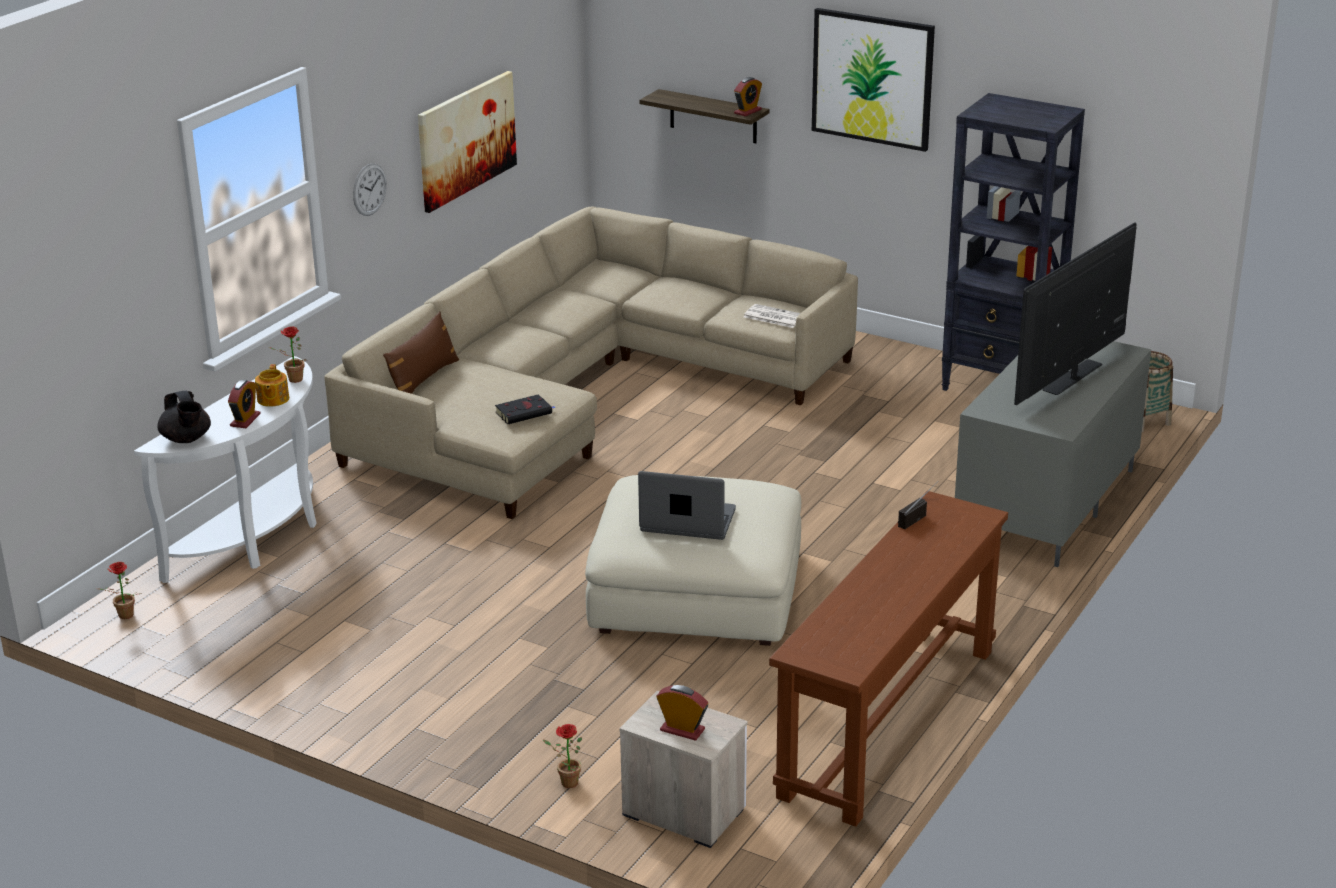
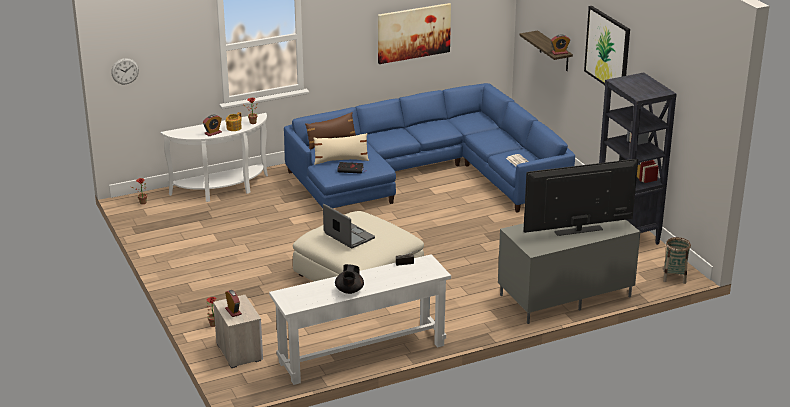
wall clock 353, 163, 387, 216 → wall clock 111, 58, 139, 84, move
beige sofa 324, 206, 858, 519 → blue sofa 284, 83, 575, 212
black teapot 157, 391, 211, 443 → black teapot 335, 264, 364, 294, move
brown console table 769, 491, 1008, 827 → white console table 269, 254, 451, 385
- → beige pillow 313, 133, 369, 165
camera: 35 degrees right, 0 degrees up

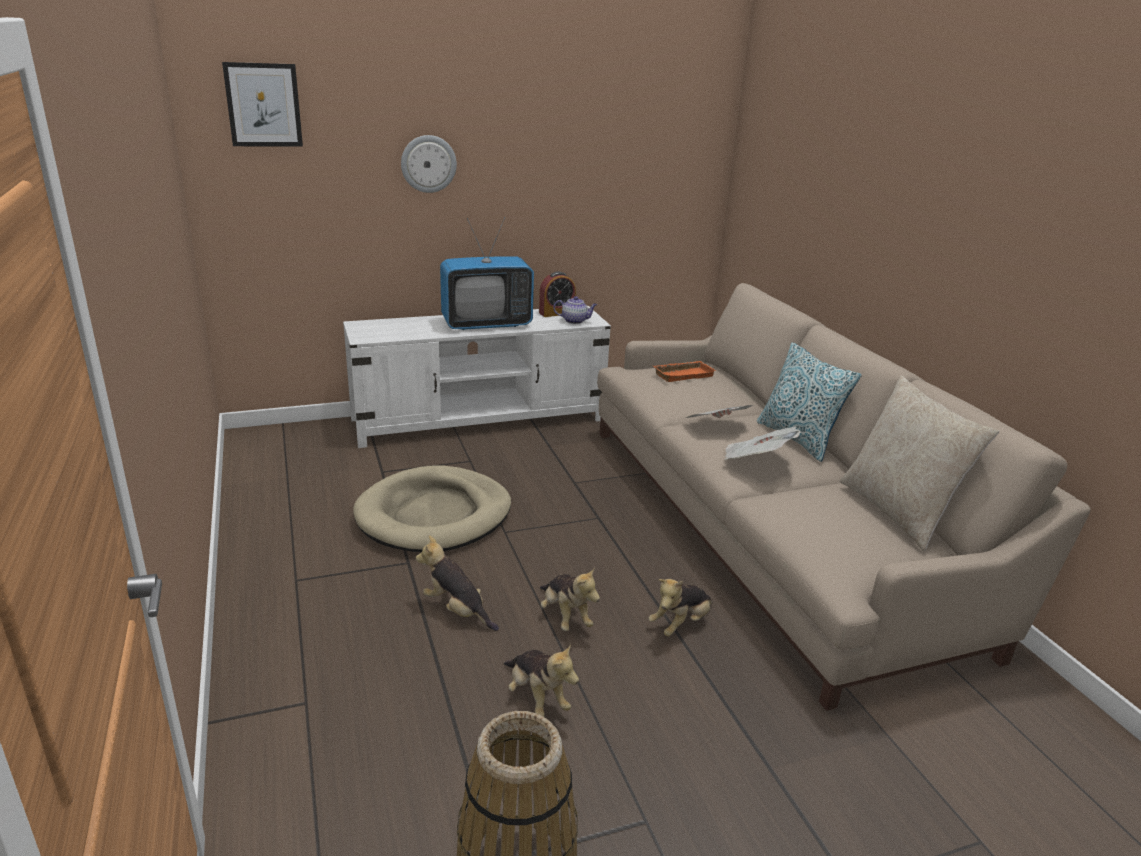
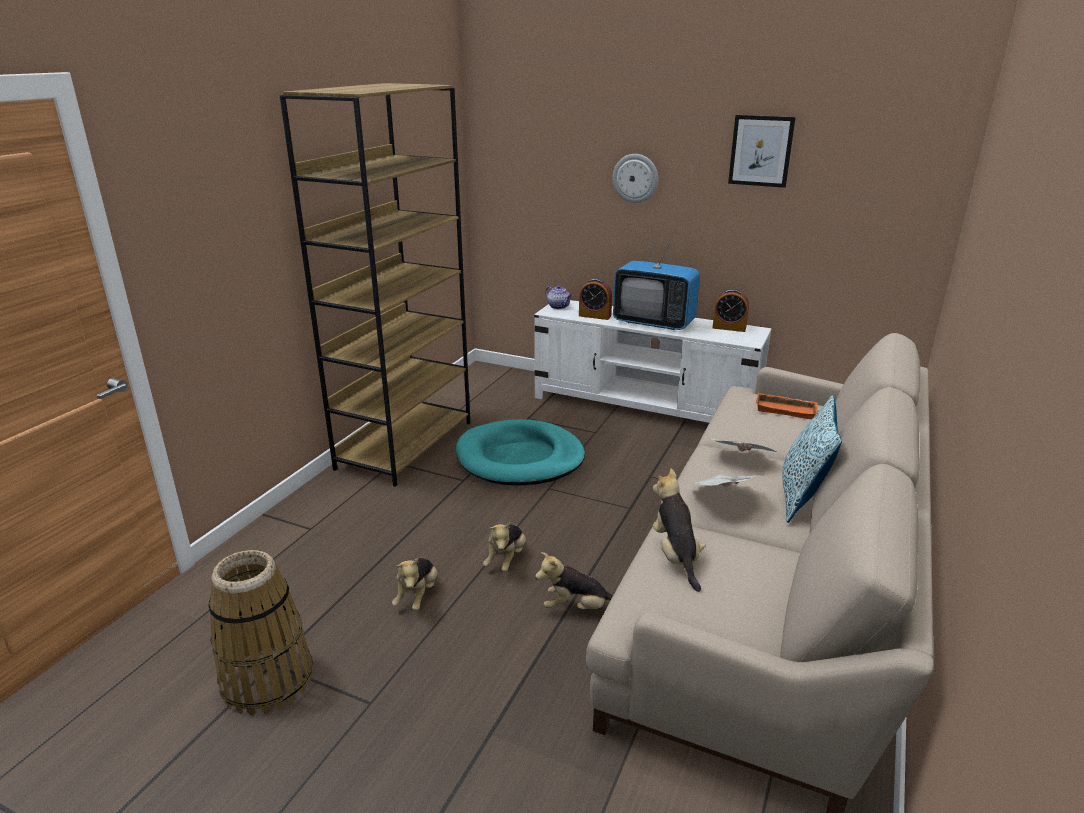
picture 222, 62, 303, 146 → picture 728, 115, 796, 188, move
teapot 553, 296, 597, 324 → teapot 545, 285, 572, 309, move
beige pillow 840, 376, 999, 551 → -
beige dog bed 353, 465, 511, 552 → turquoise dog bed 456, 419, 585, 485
plush toy 416, 535, 499, 631 → plush toy 653, 468, 706, 592, move
- → brown bookcase 279, 83, 470, 487
- → alarm clock 579, 278, 612, 320
camera: 45 degrees right, 0 degrees up

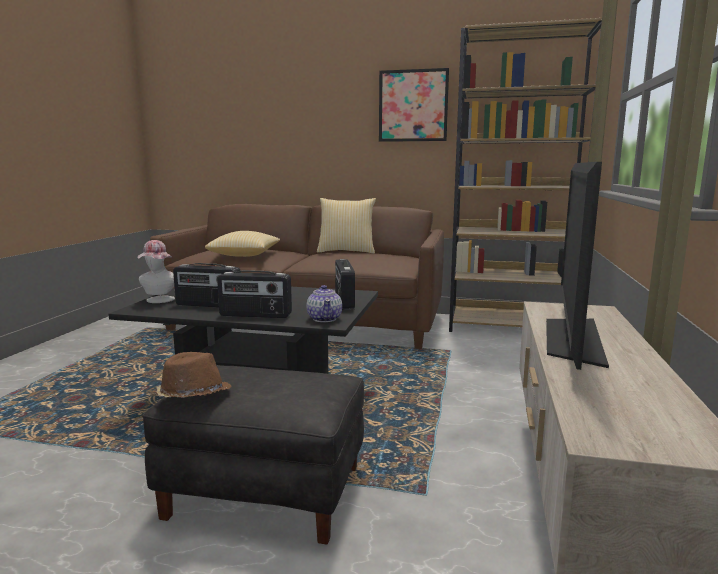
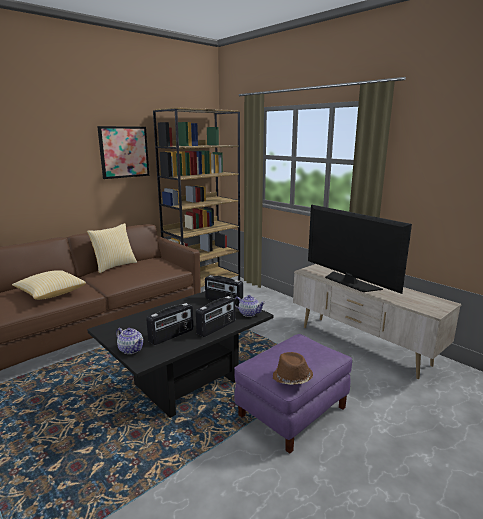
hat 138, 240, 175, 303 → teapot 116, 328, 144, 354
black ottoman 142, 365, 364, 544 → purple ottoman 234, 334, 352, 454
camera: 55 degrees left, 5 degrees up

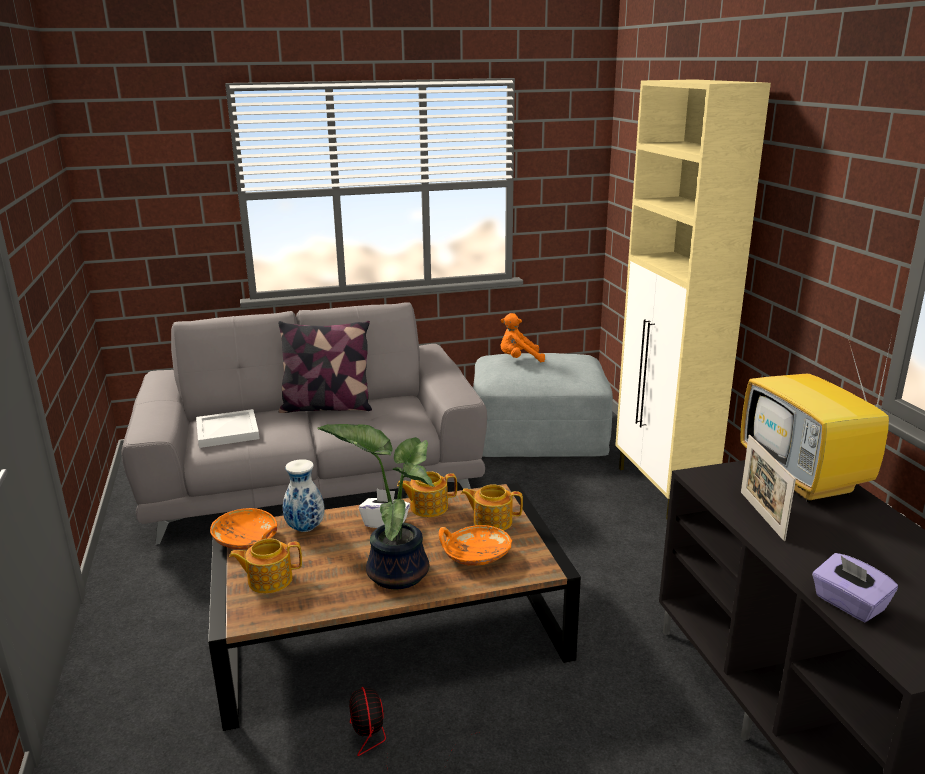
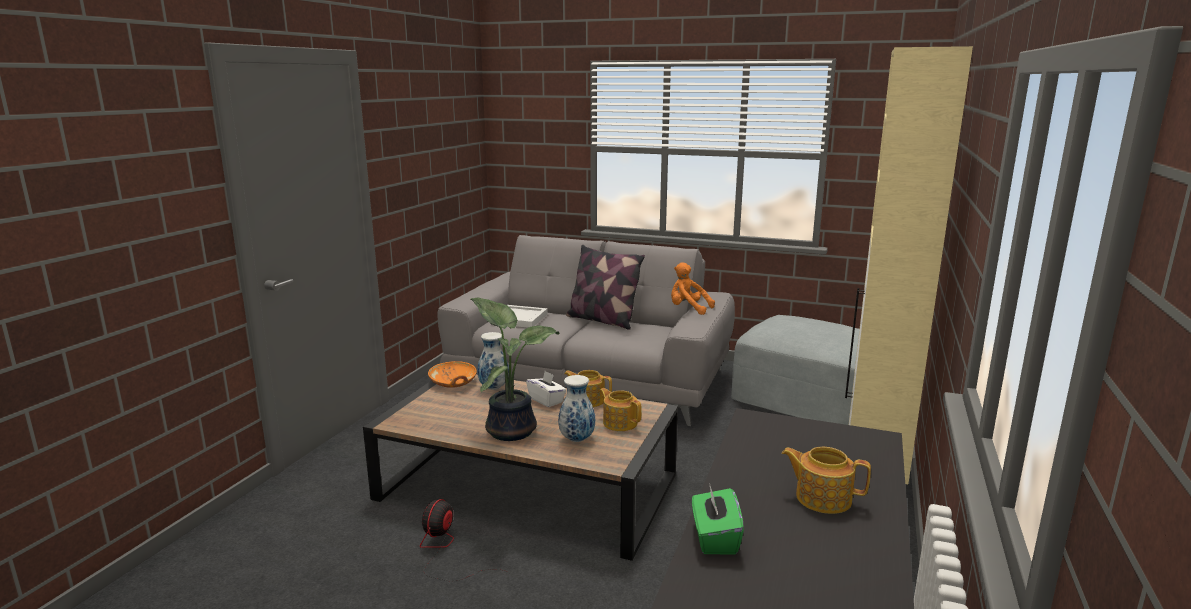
orange plush toy 500, 313, 545, 363 → orange plush toy 671, 262, 715, 315, move
television 740, 335, 892, 502 → -
picture frame 741, 435, 796, 541 → -
orange bowl 439, 525, 512, 566 → vase 558, 375, 595, 442
teapot 229, 539, 302, 593 → teapot 782, 447, 871, 514, move
purple tissue box 812, 553, 898, 623 → green tissue box 692, 486, 744, 555
camera: 35 degrees right, 5 degrees down

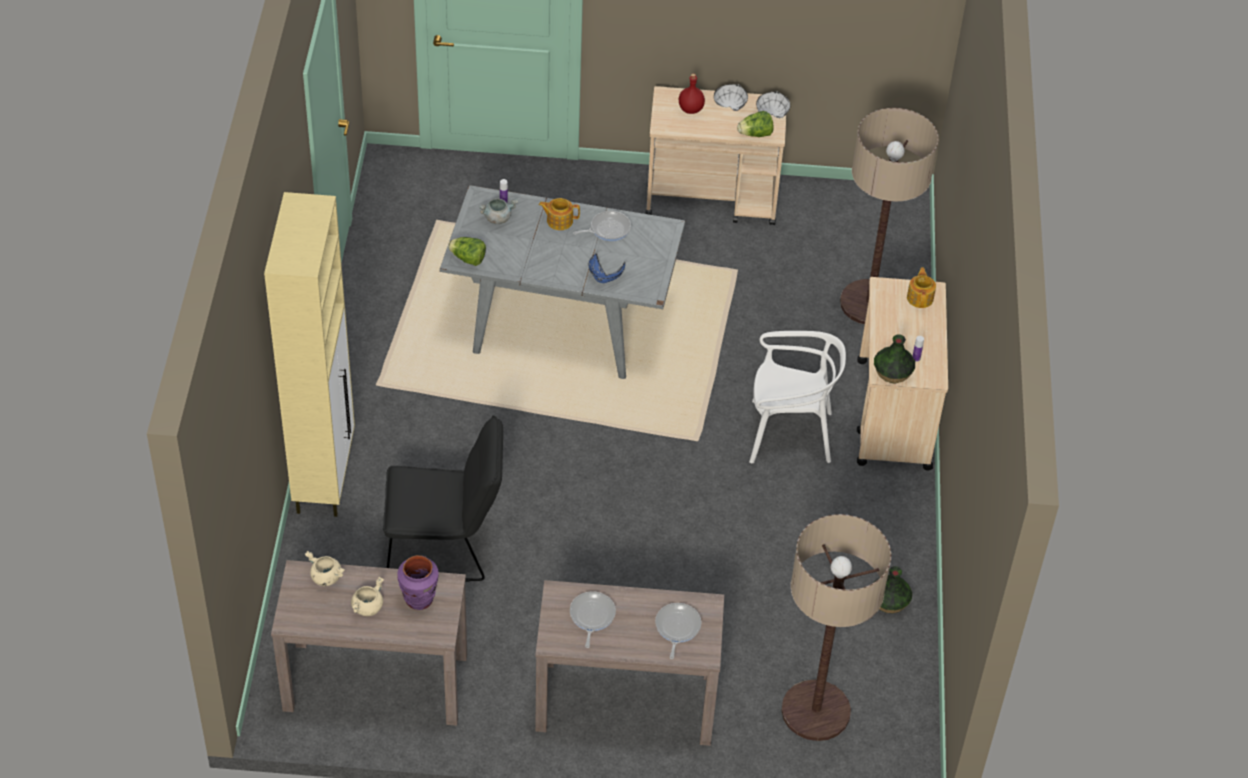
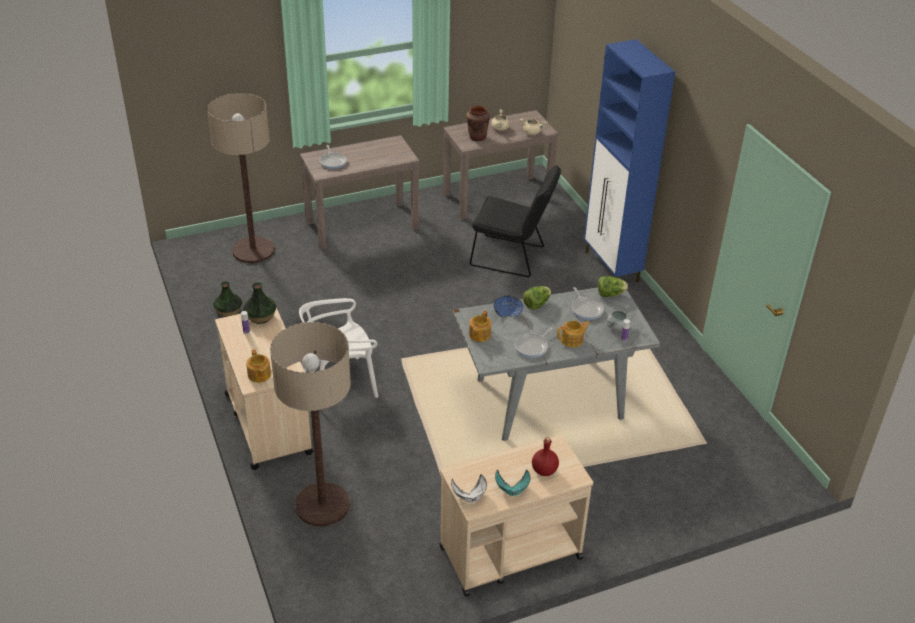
white bowl 714, 84, 748, 111 → turquoise bowl 495, 470, 530, 496
lettuce 737, 111, 773, 137 → lettuce 523, 286, 551, 310, move
beige cabinet 264, 192, 355, 517 → blue cabinet 584, 39, 675, 283
black chair 383, 416, 503, 582 → black chair 470, 165, 561, 277, 135 degrees counterclockwise
purple vase 397, 555, 439, 610 → brown vase 466, 106, 490, 141
frying pan 570, 592, 616, 648 → frying pan 571, 287, 604, 320, move
- → teapot 469, 311, 491, 342
camera: 155 degrees right, 10 degrees down

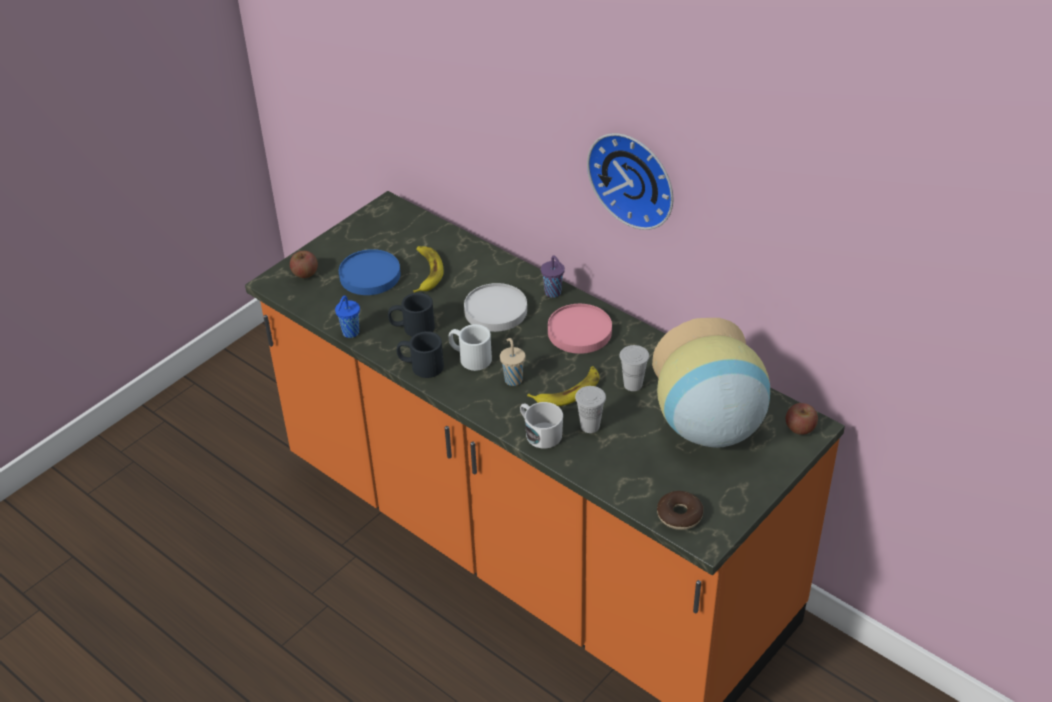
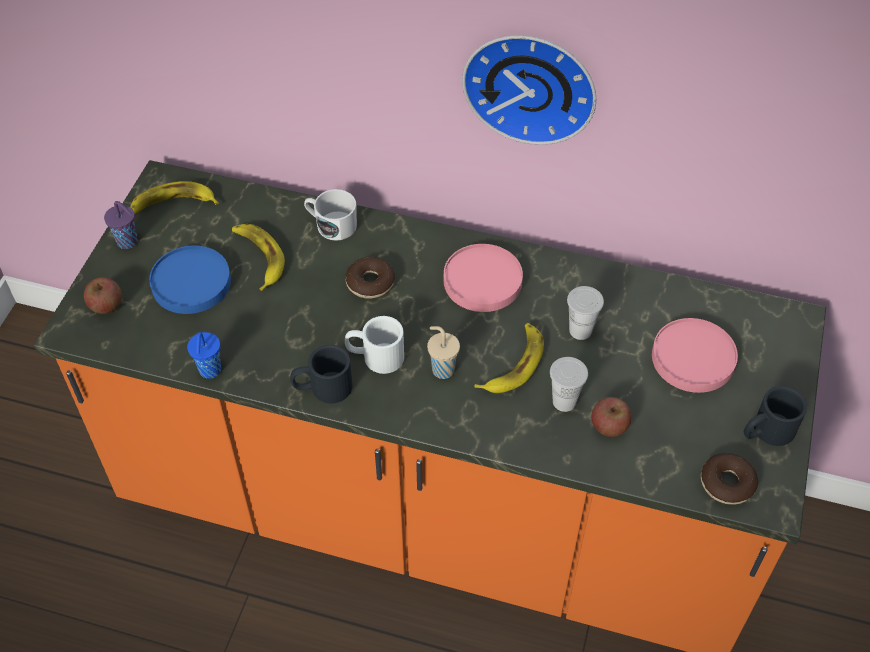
purple cup 541, 255, 565, 298 → purple cup 104, 201, 138, 249, move
white plate 464, 283, 527, 332 → donut 345, 257, 395, 299
black mug 388, 293, 435, 337 → black mug 744, 386, 807, 446, move
vase 652, 318, 770, 448 → pink plate 652, 318, 738, 393
white mug 520, 402, 563, 449 → white mug 304, 189, 357, 241, move
apple 786, 403, 818, 435 → apple 592, 397, 632, 437, move
- → banana 130, 181, 219, 214
camera: 25 degrees left, 10 degrees up

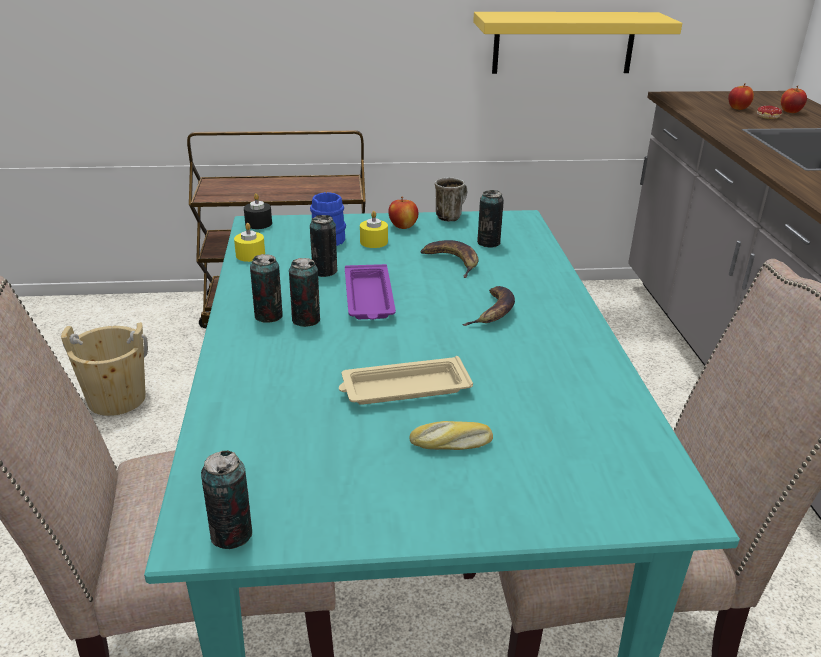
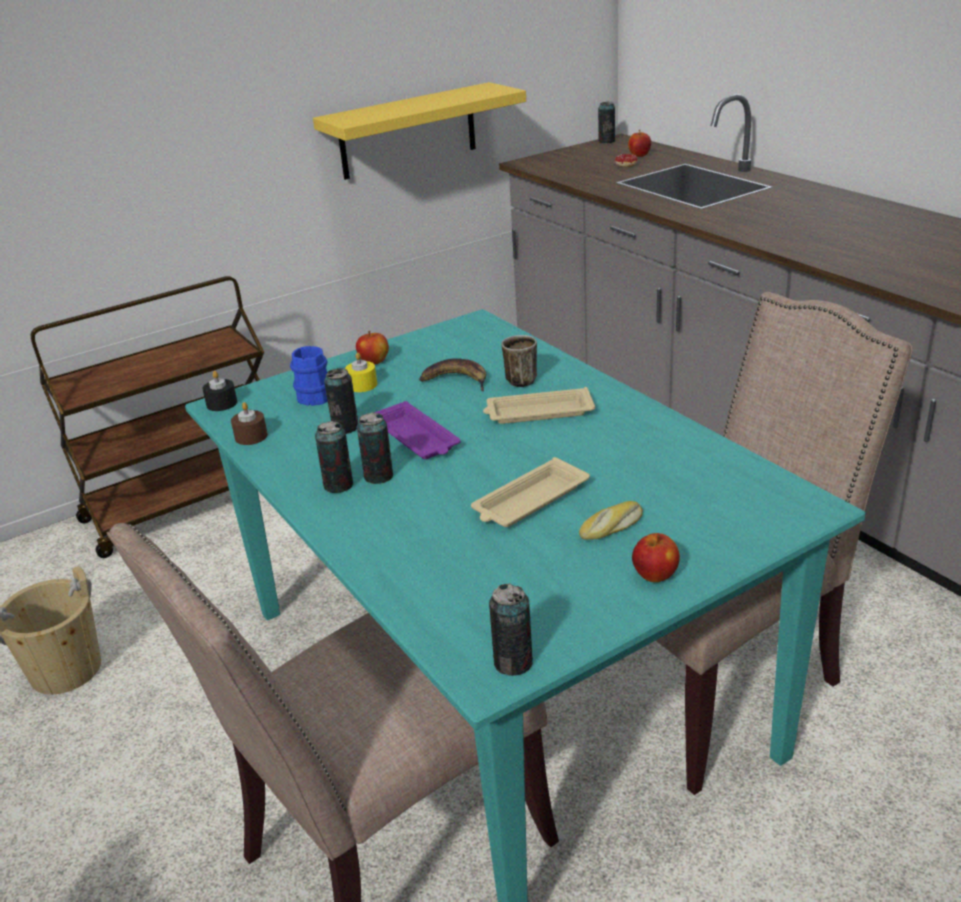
apple 728, 83, 754, 110 → apple 632, 533, 680, 582, move
mug 435, 177, 467, 221 → mug 501, 335, 537, 387, move
can 477, 190, 504, 248 → can 598, 101, 615, 144, move
yellow candle 234, 223, 265, 262 → brown candle 231, 402, 268, 445
banana 462, 286, 515, 326 → beige tray 483, 387, 595, 424
camera: 25 degrees left, 0 degrees up

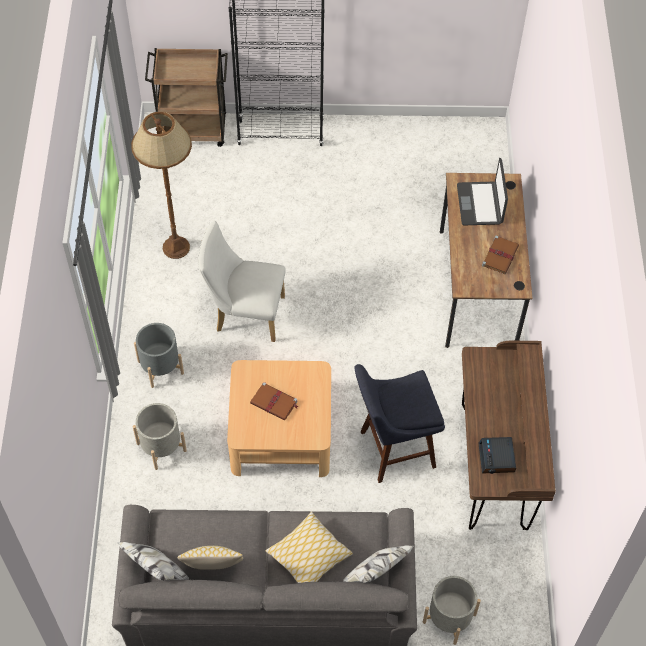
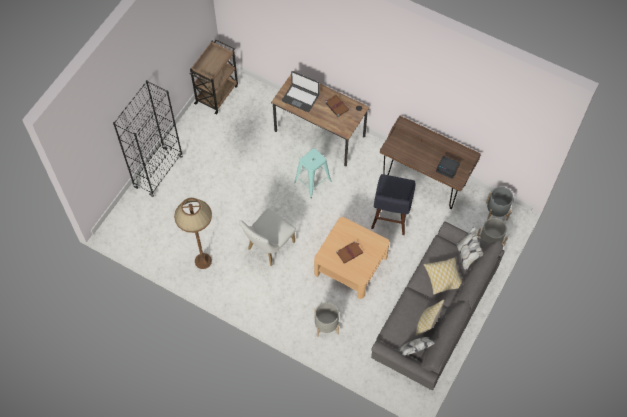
brown cart 145, 48, 228, 147 → brown cart 190, 39, 238, 115, move
grey planter 134, 323, 184, 388 → grey planter 486, 187, 513, 220, move
- → turquoise stool 294, 148, 332, 198
camera: 60 degrees left, 5 degrees up

